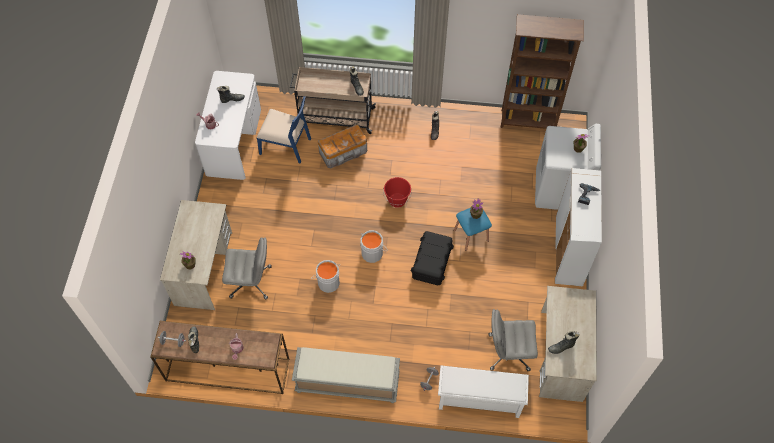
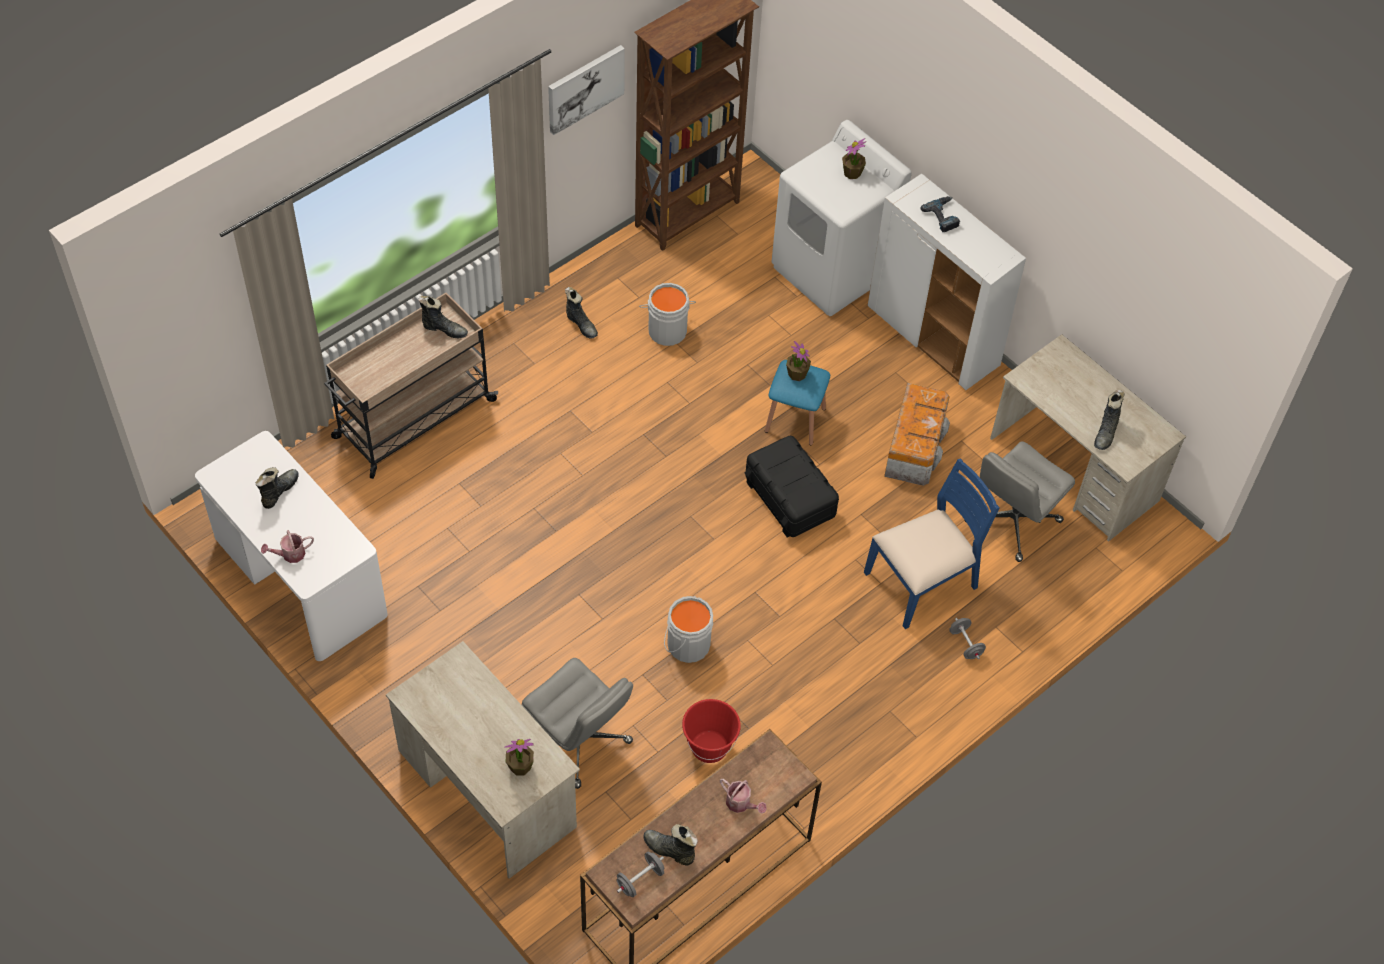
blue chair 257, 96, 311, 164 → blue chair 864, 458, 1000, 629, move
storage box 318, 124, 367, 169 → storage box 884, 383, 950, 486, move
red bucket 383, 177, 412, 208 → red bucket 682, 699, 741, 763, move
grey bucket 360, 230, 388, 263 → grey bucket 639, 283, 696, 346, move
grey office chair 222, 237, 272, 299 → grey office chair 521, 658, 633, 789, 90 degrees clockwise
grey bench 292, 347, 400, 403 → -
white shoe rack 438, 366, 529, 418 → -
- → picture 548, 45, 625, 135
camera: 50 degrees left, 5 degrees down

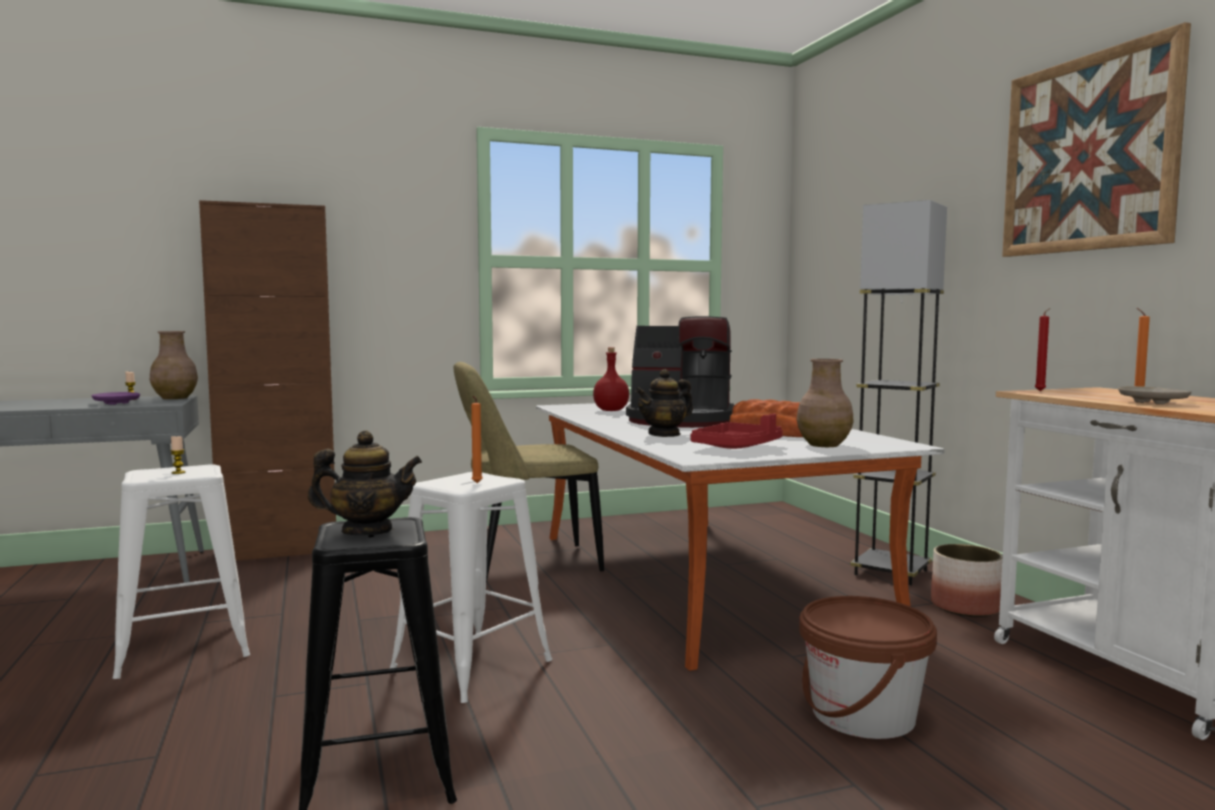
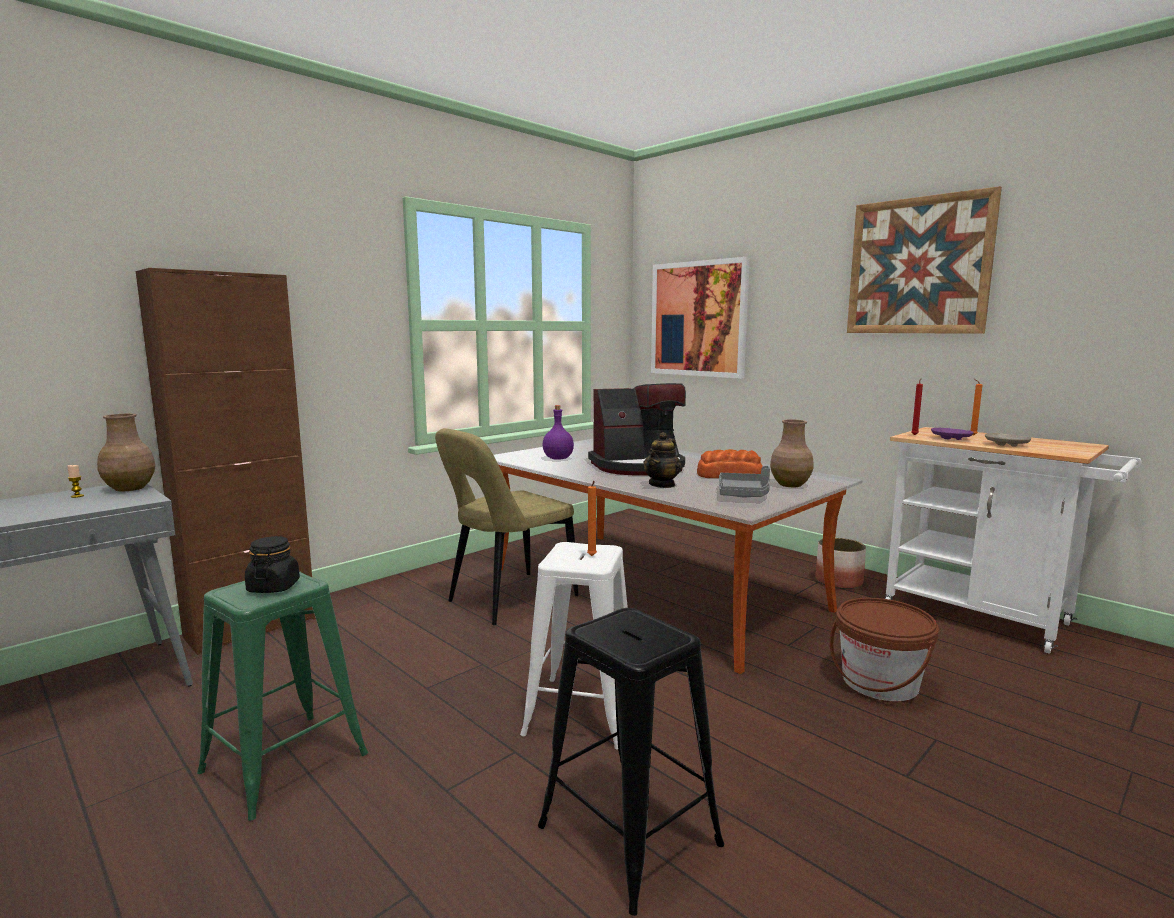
grey floor lamp 850, 200, 947, 586 → -
red bottle 593, 347, 629, 411 → purple bottle 543, 405, 574, 460
purple plate 92, 392, 140, 405 → purple plate 931, 428, 974, 440, move
red tray 690, 413, 783, 449 → grey tray 719, 466, 770, 497
teapot 307, 430, 422, 536 → -
candle 170, 435, 186, 474 → black jar 245, 536, 300, 593
white stool 112, 464, 250, 679 → green stool 197, 571, 368, 821
- → picture 651, 257, 750, 379
camera: 25 degrees left, 5 degrees up

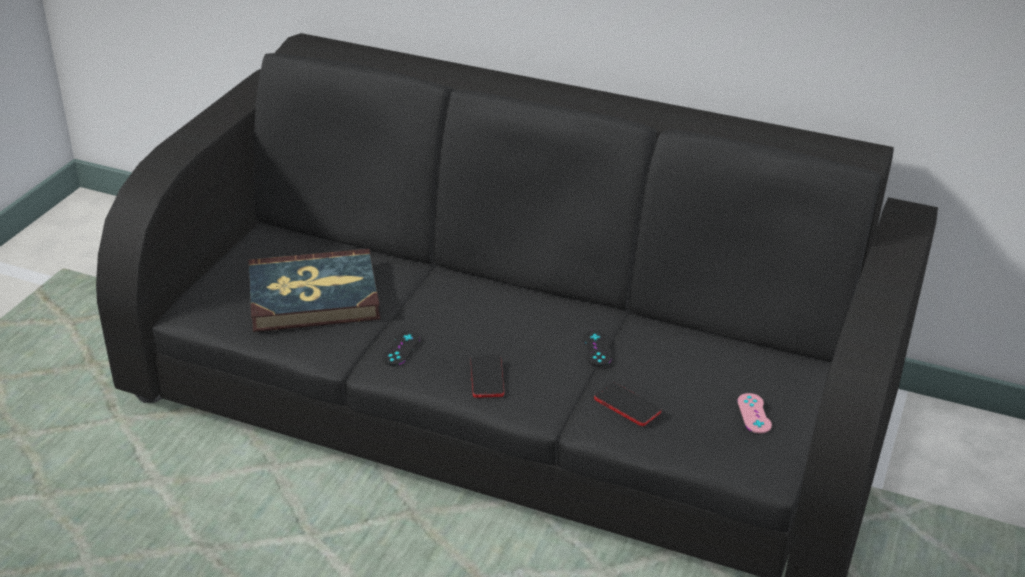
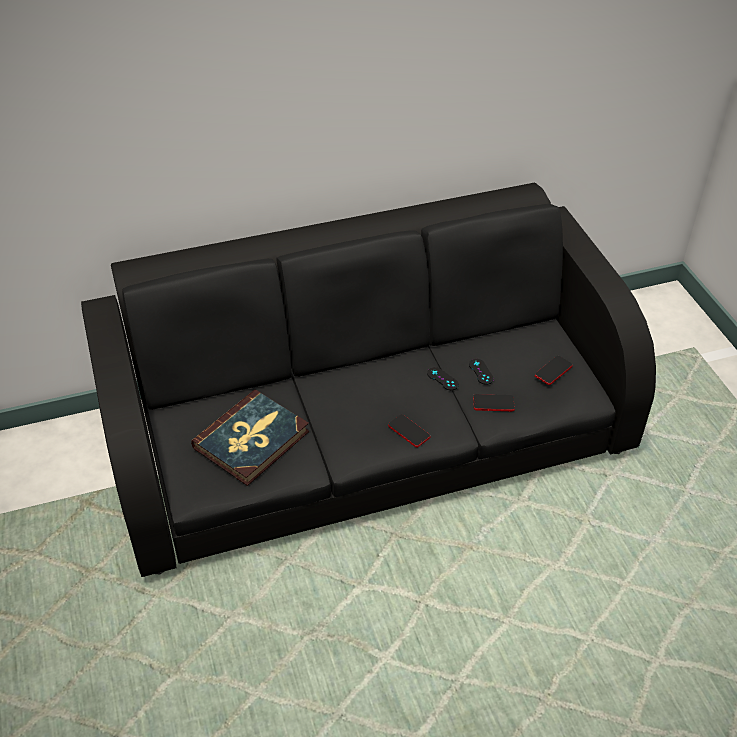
black game controller 382, 331, 420, 365 → black game controller 469, 359, 494, 385, move
pink game controller 737, 393, 772, 433 → phone 535, 356, 573, 385
camera: 40 degrees left, 10 degrees up

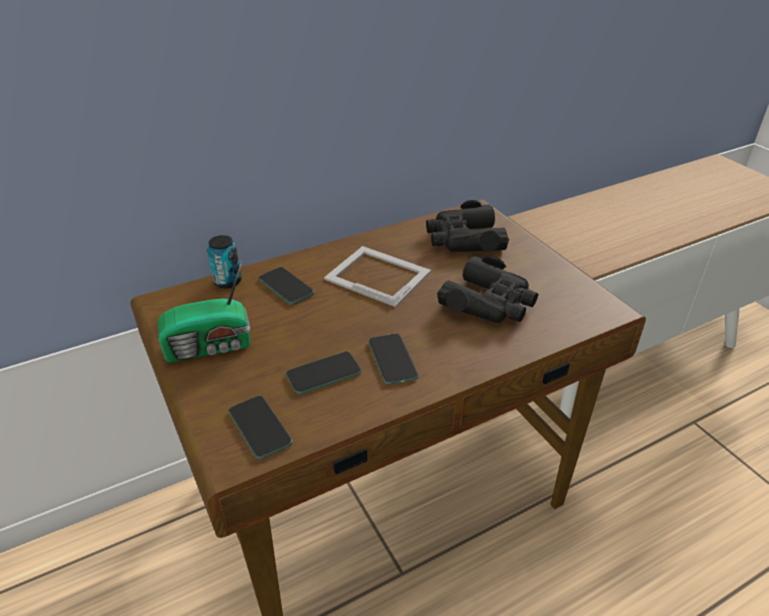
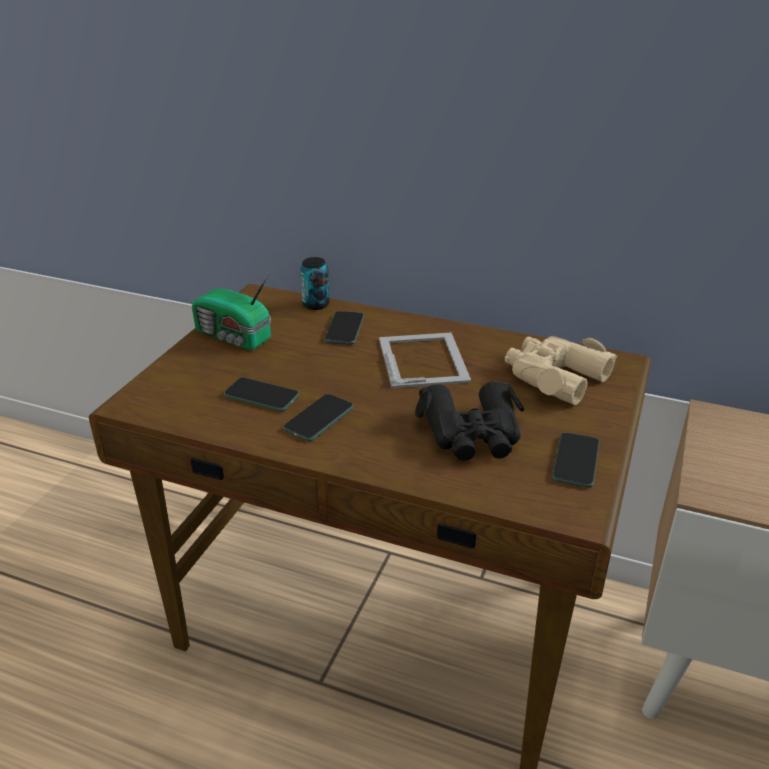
black binoculars 426, 200, 509, 252 → beige binoculars 505, 336, 617, 405
phone 228, 396, 293, 460 → phone 552, 432, 600, 487, move
camera: 50 degrees right, 5 degrees down

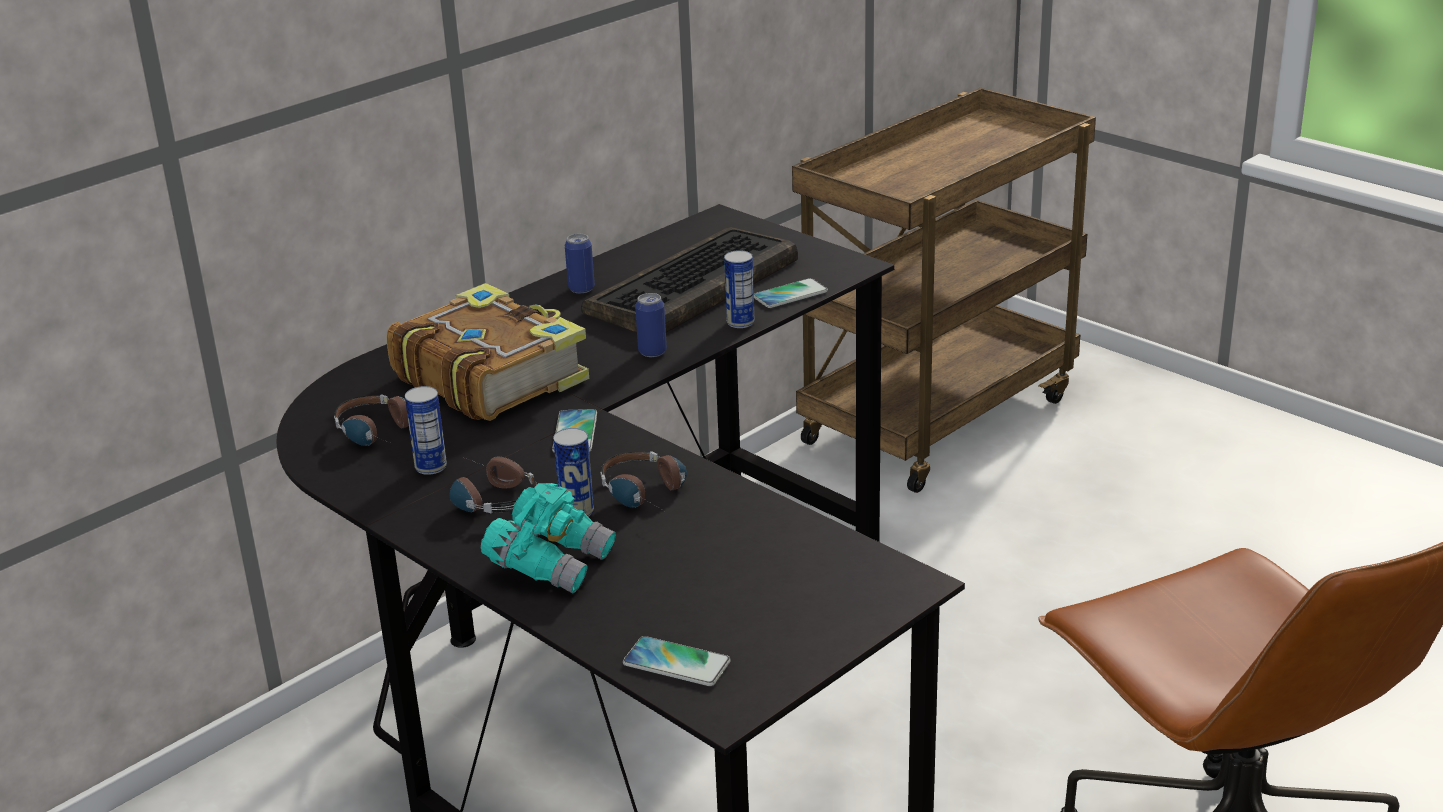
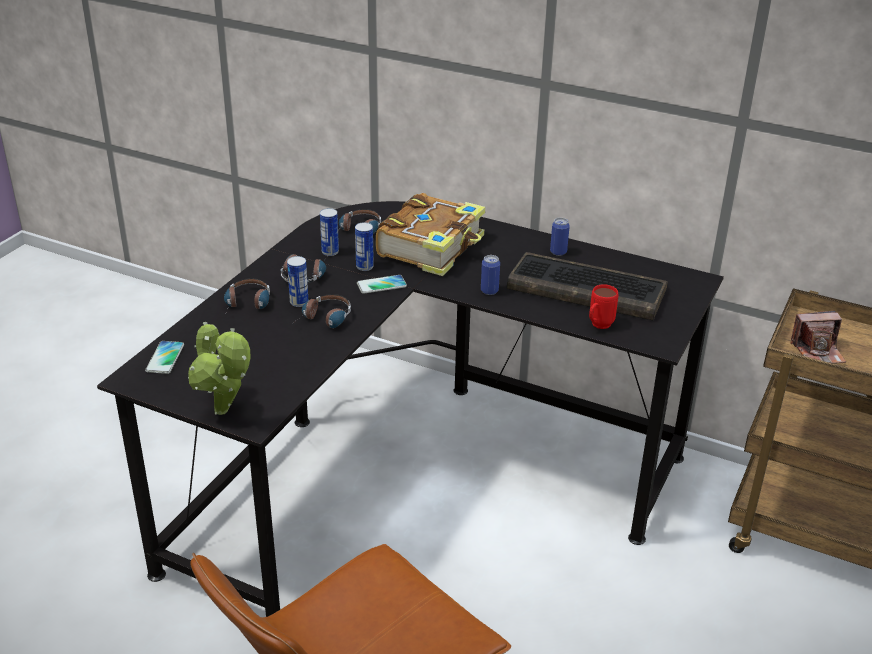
can 724, 250, 755, 328 → can 355, 222, 374, 271, move
phone 754, 278, 828, 308 → red mug 589, 284, 619, 329
turquoise binoculars 480, 483, 616, 594 → headphones 224, 278, 270, 309
- → photo camera 791, 311, 846, 364
- → potted plant 188, 322, 250, 415
camera: 70 degrees right, 5 degrees up

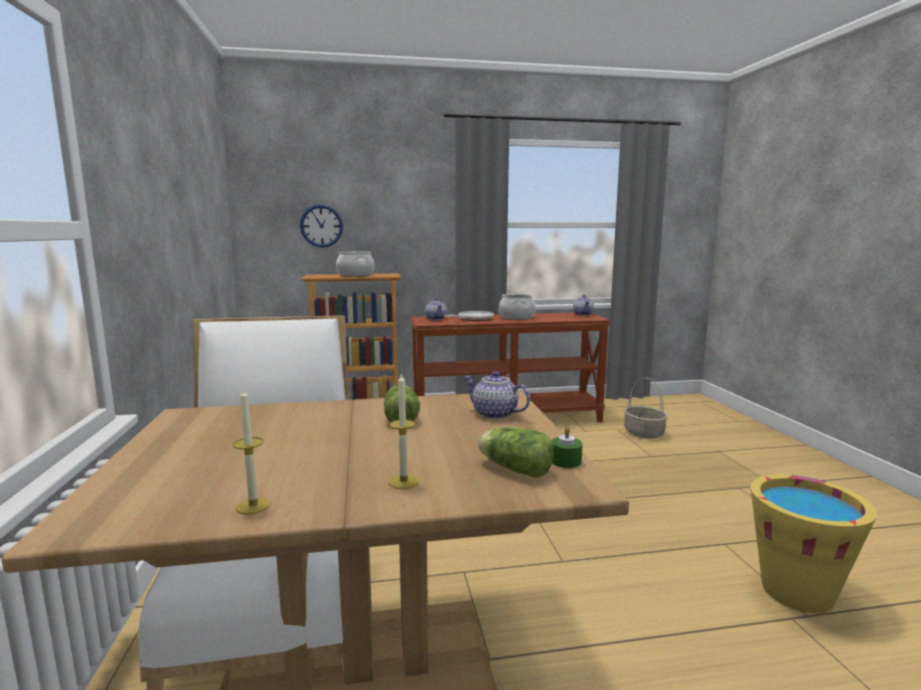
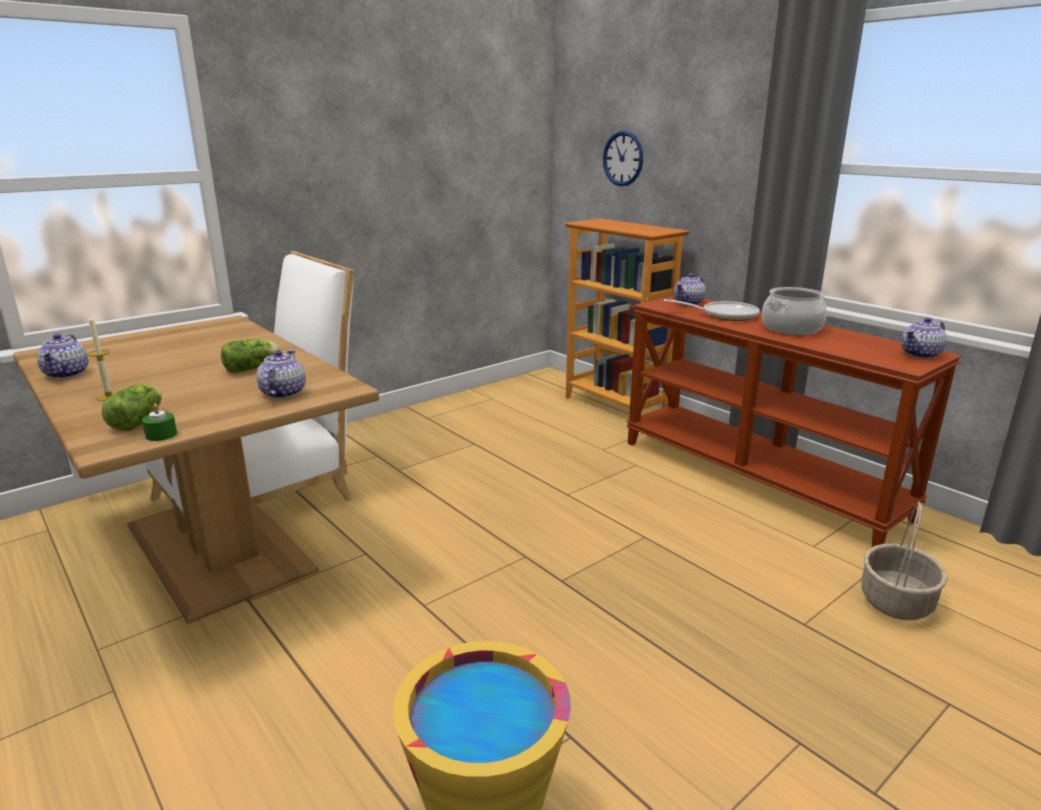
cooking pot 336, 252, 375, 277 → -
candle 233, 387, 271, 514 → teapot 37, 334, 89, 379
camera: 60 degrees right, 10 degrees up

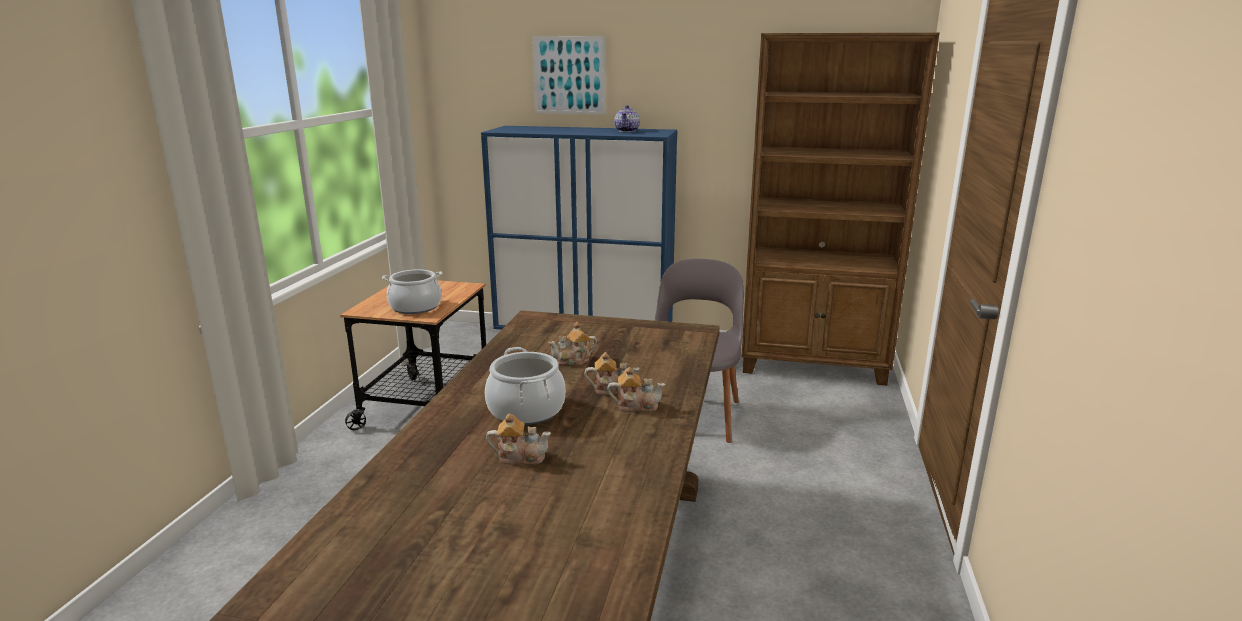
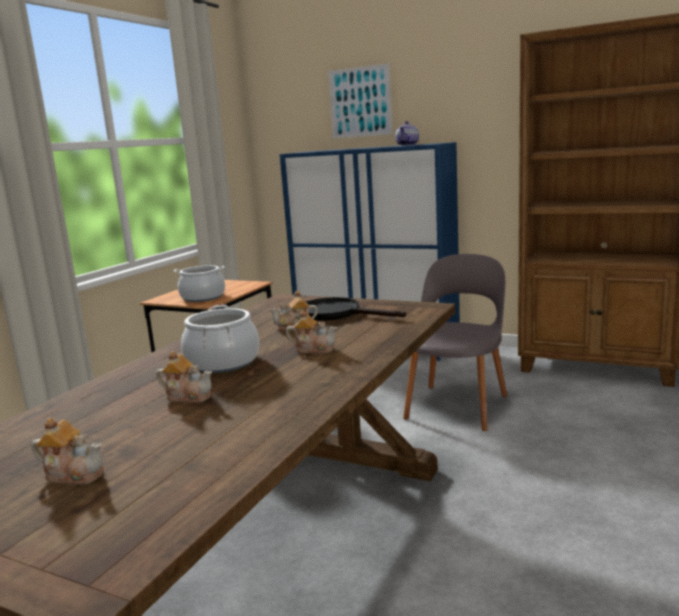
teapot 607, 367, 665, 412 → teapot 32, 418, 104, 485, move
- → black frying pan 306, 297, 406, 321
camera: 15 degrees right, 5 degrees down

